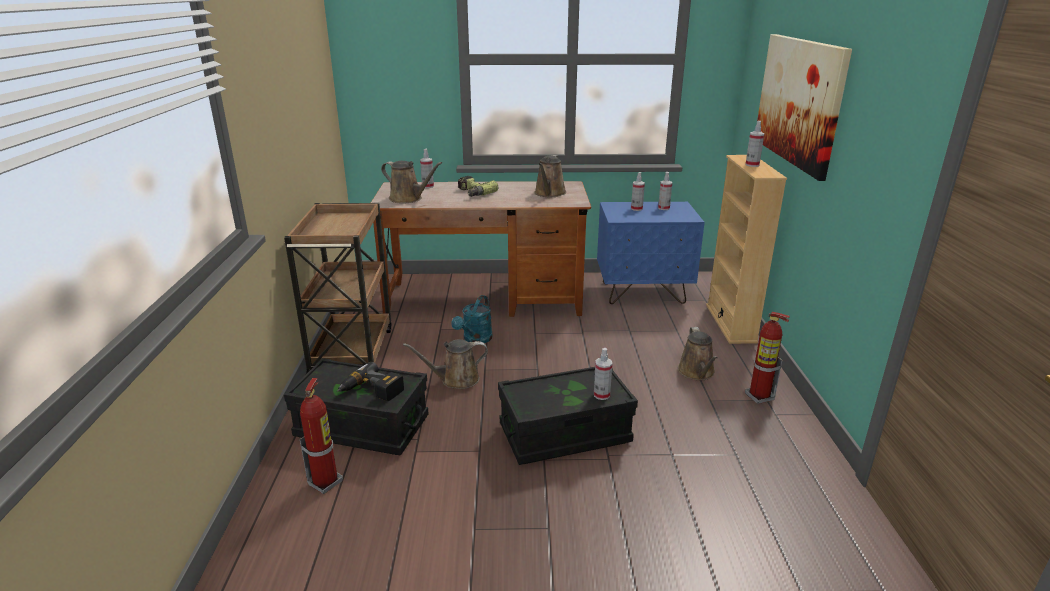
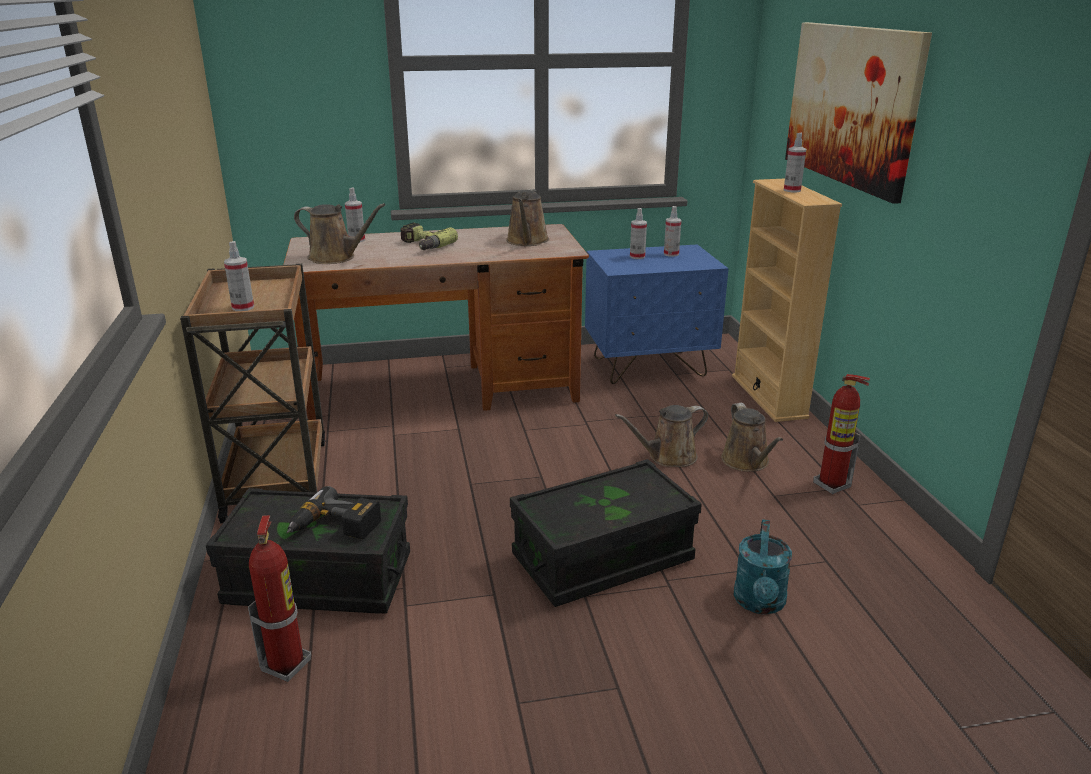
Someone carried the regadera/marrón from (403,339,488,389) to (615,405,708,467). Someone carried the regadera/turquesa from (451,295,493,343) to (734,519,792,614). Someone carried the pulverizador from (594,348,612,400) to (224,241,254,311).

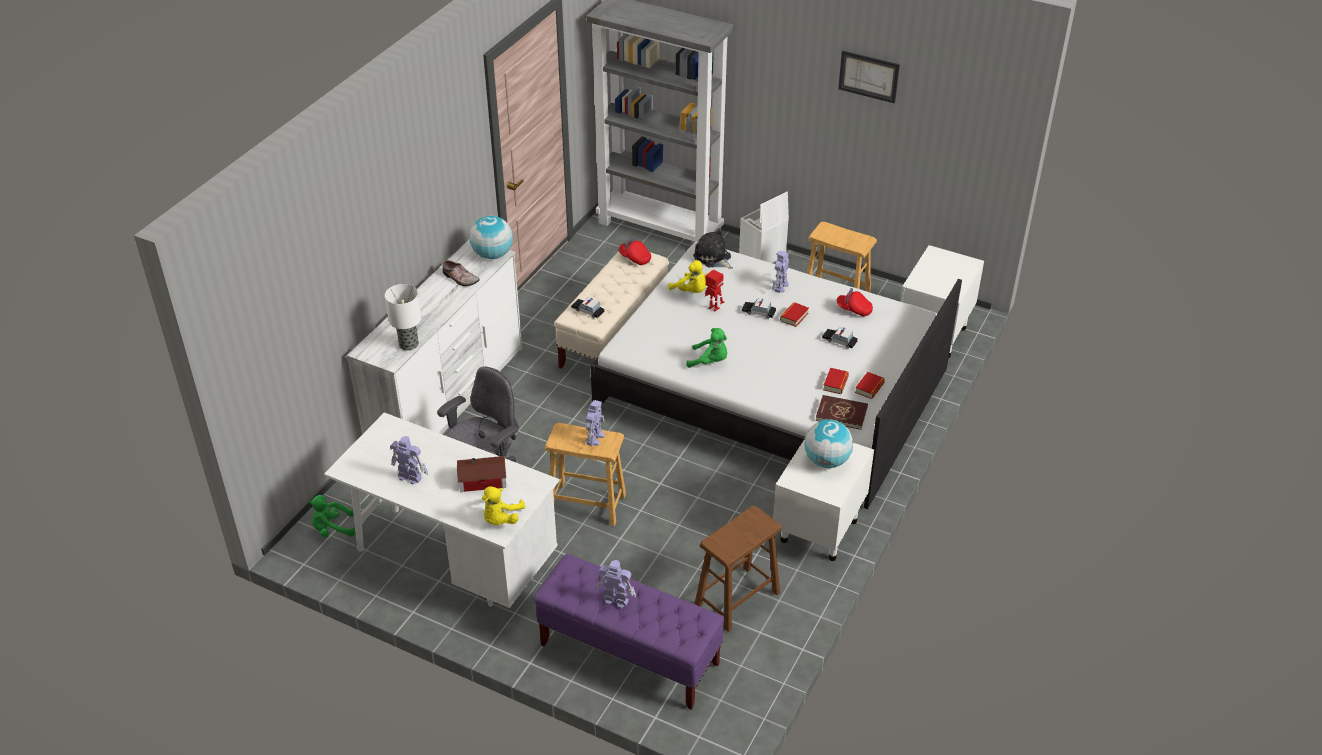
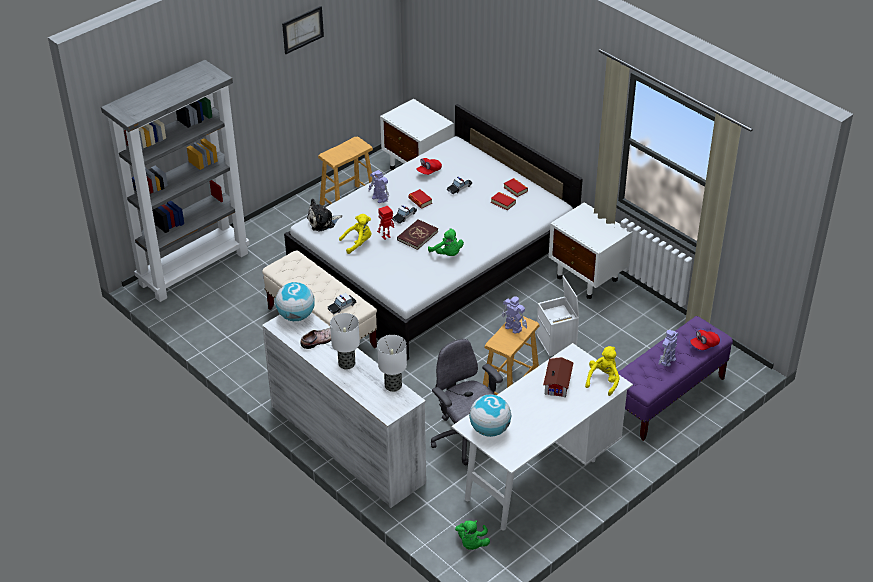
Someone took away the robot de juguete at (390,436,428,484). Someone rotated the peluche/amarillo at (482,487,525,525) by 105 degrees counterclockwise. Someone carried the gorra/rojo from (619,237,651,265) to (690,330,720,350). Someone rotated the peluche/verde at (686,328,727,368) by 105 degrees clockwise. Someone took away the taburete/marrón at (695,506,782,632). Someone carried the caja de almacenaje/blanco from (739,192,789,263) to (536,276,579,356). Someone carried the globo terráqueo from (804,419,853,468) to (469,394,511,437). Someone carried the libro/rojo from (816,395,868,430) to (397,219,438,250). Someone put down the lámpara de mesa at (330,313,360,370).

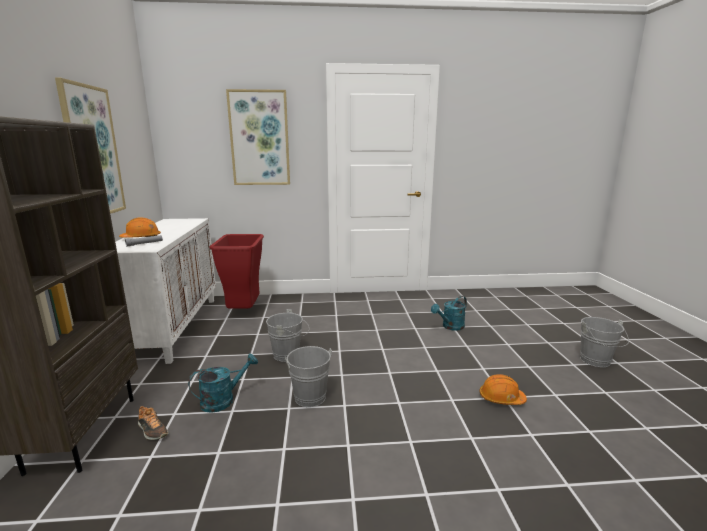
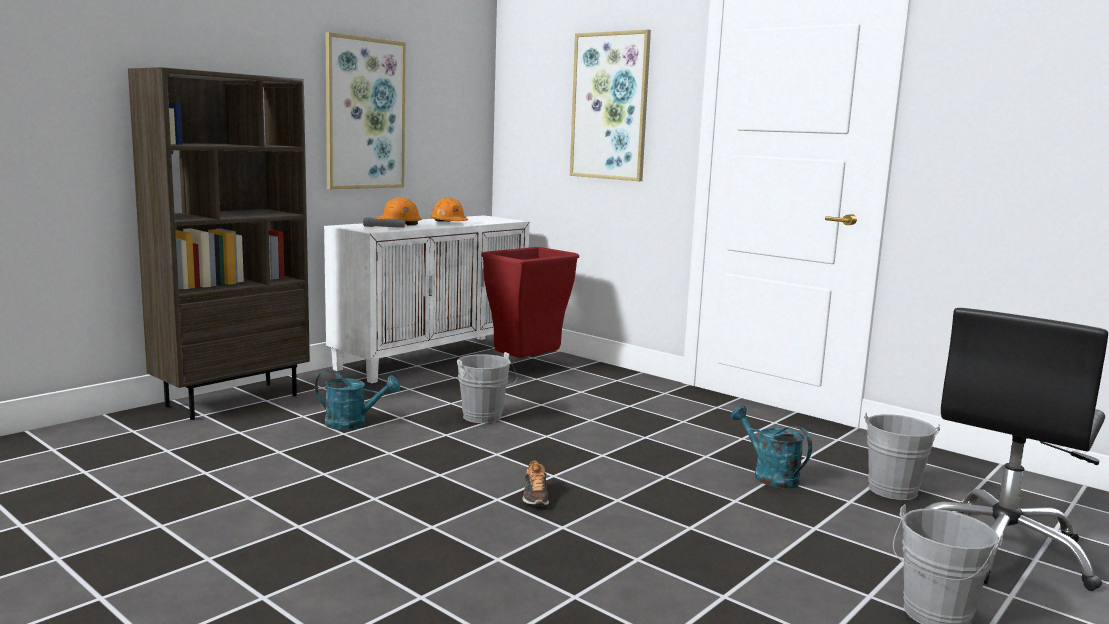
Someone carried the zapato from (138,406,168,440) to (522,460,549,506). Someone carried the cubo/gris from (285,346,332,407) to (864,412,940,500). Someone rotated the regadera/turquesa at (431,296,467,331) by 45 degrees clockwise. Someone carried the casco/naranja from (480,374,527,405) to (430,197,468,221). Someone put down the silla de oficina/negro at (924,308,1108,591).

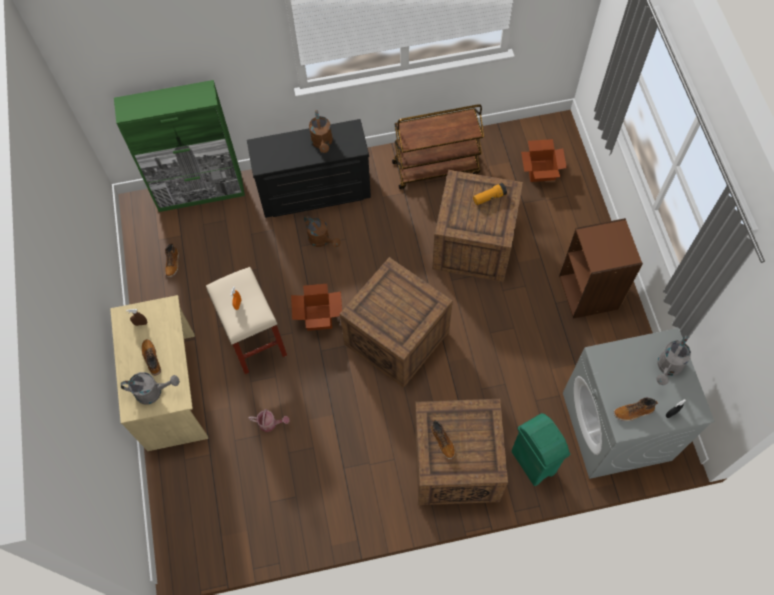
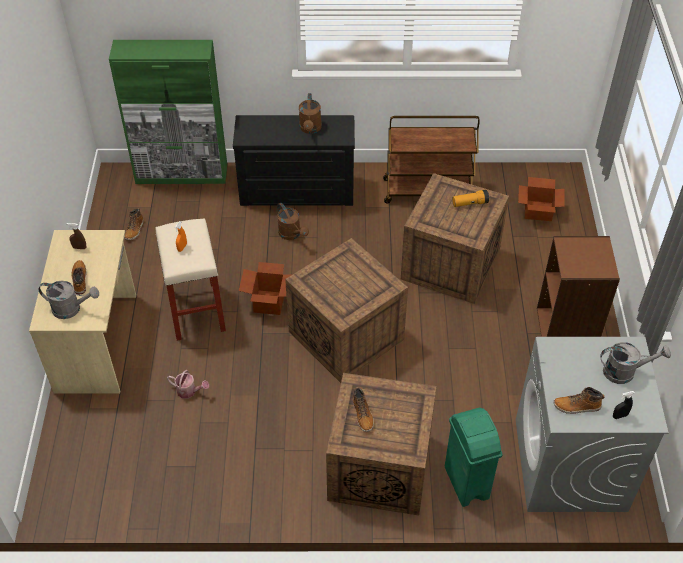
Someone rotated the regadera/gris at (657,335,691,385) by 135 degrees counterclockwise.

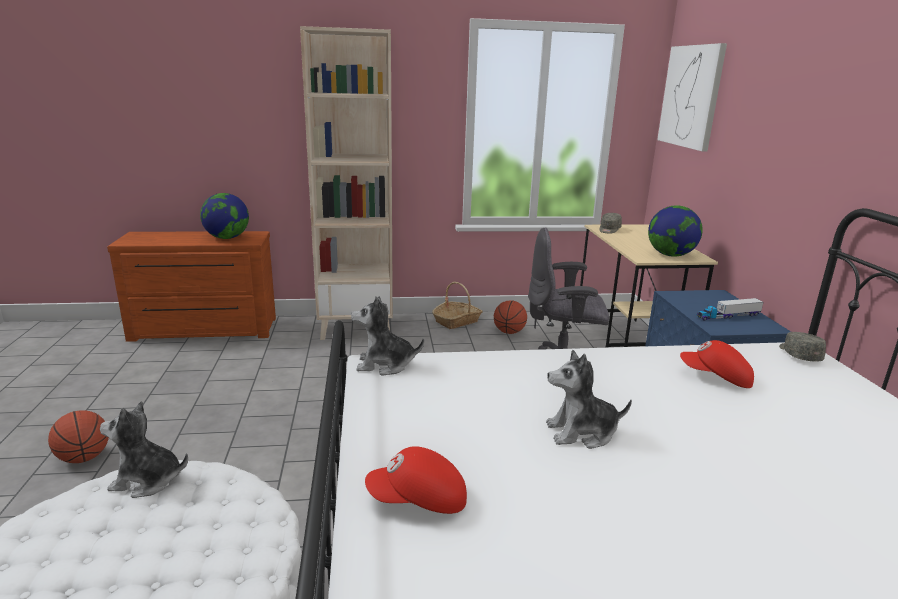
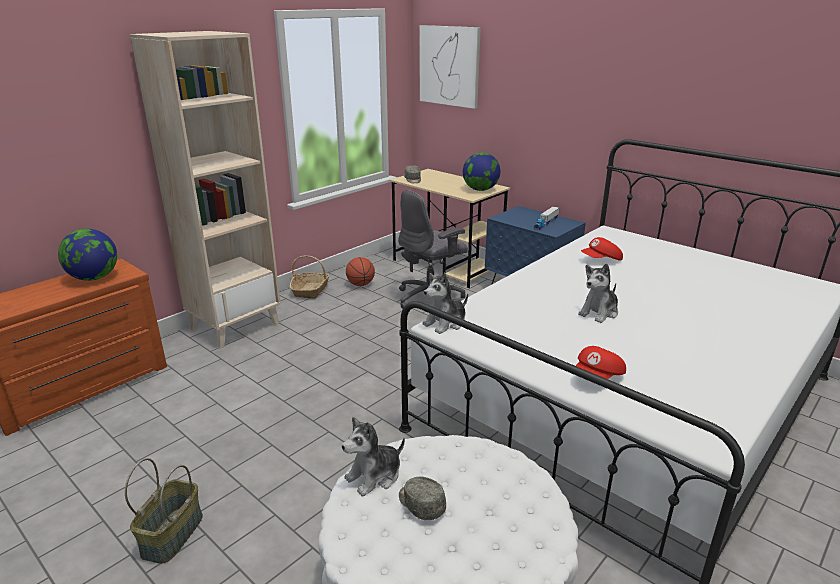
Someone swapped the balón de baloncesto at (48,410,109,463) for the cesta at (125,458,203,564). Someone carried the gorra/gris from (779,332,826,362) to (399,477,446,520).

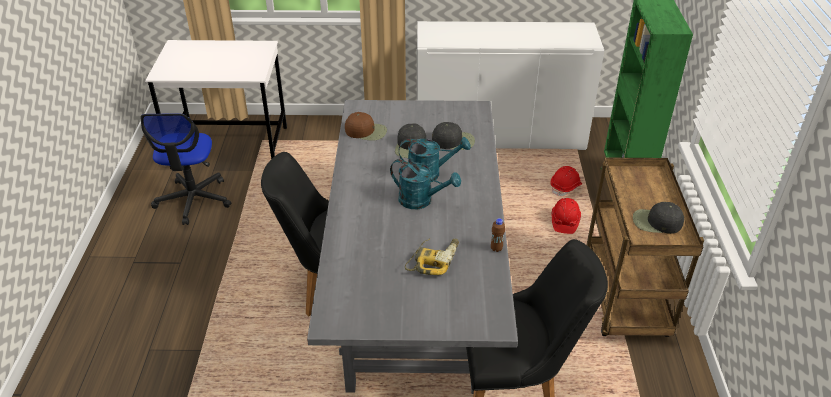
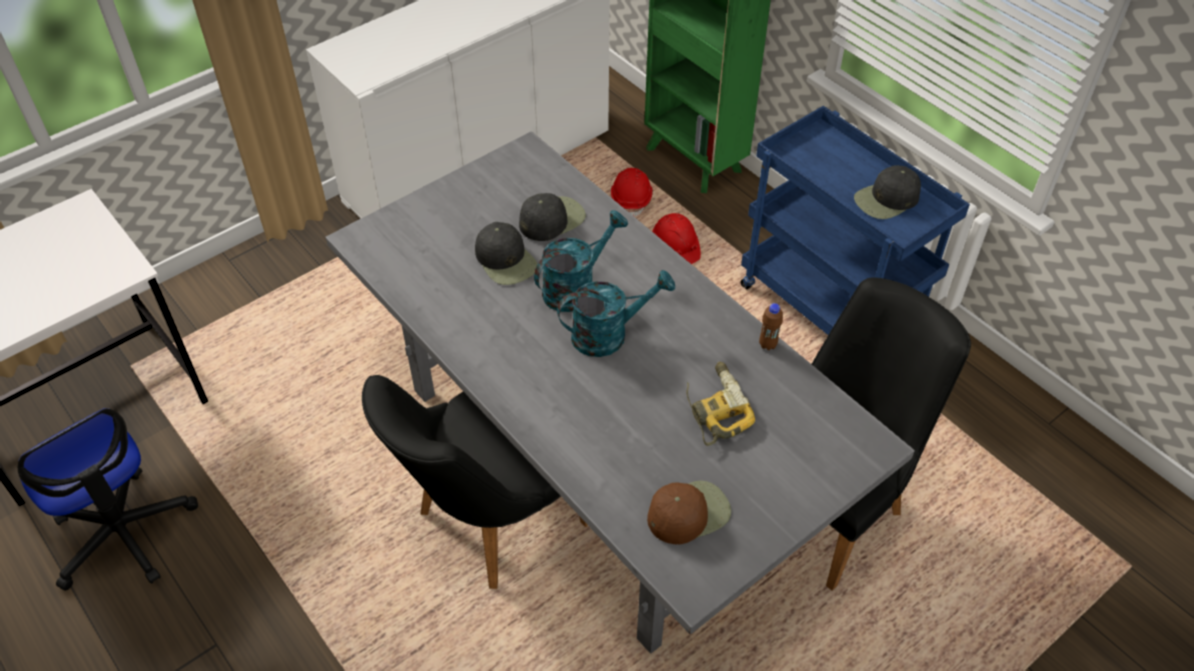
Someone carried the gorra/marrón from (345,112,387,141) to (647,481,731,545). Someone repainted the carrito/marrón at (587,157,704,337), which became the carrito/azul at (740,106,970,335).

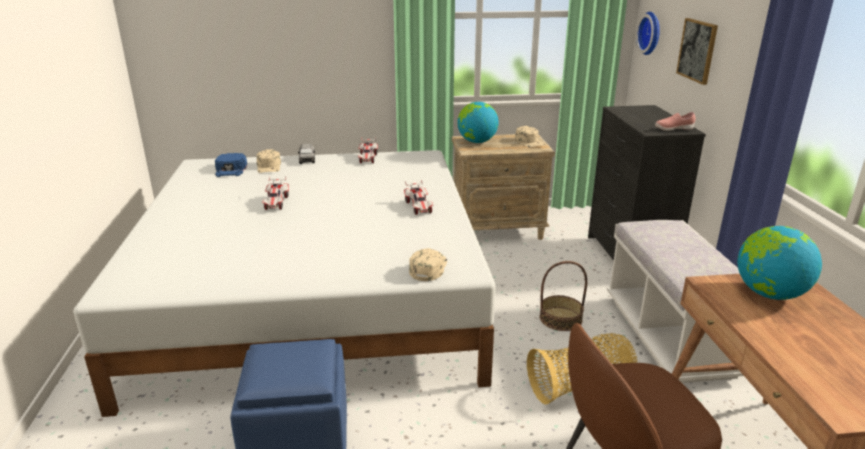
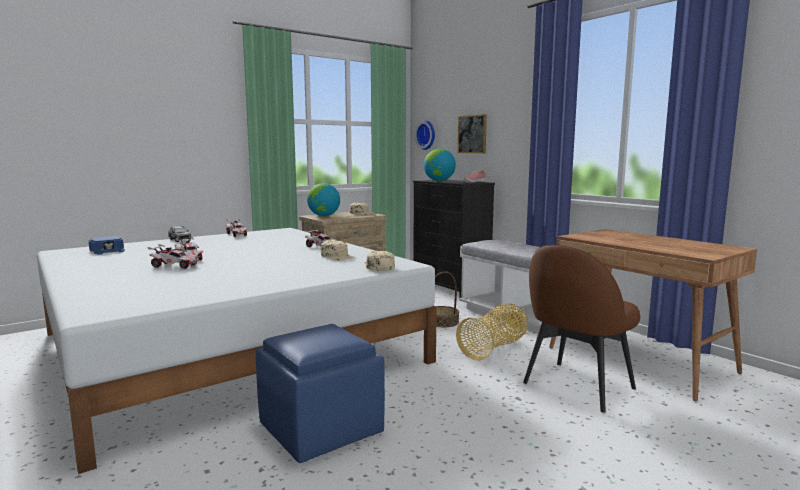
Someone carried the gorra/beis from (257,149,281,173) to (321,240,356,261). Someone carried the globo terráqueo from (737,226,822,300) to (424,149,456,181). Someone put down the coche de juguete at (147,244,199,269).

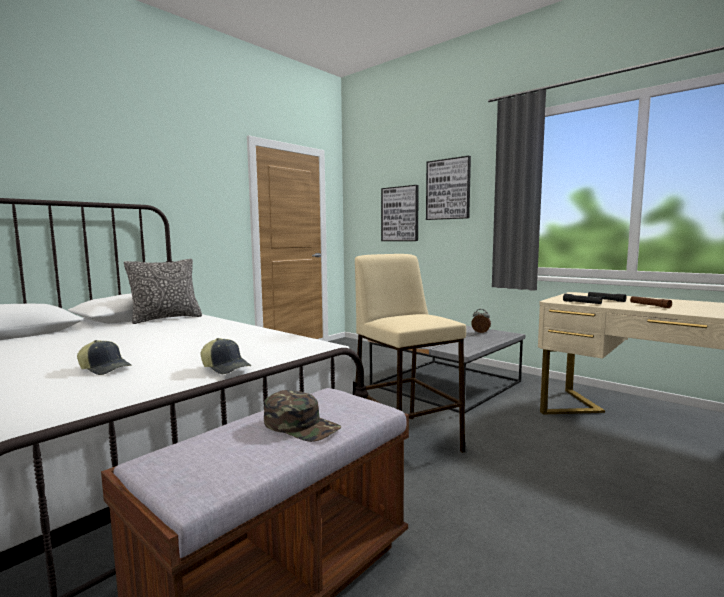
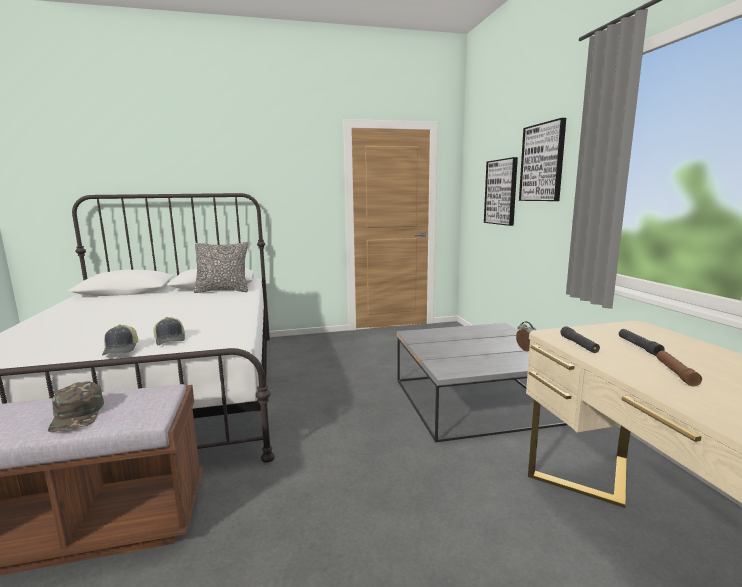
Someone carried the gorra from (77,340,132,375) to (154,317,185,345). Someone took away the taburete/beis at (355,254,466,453).

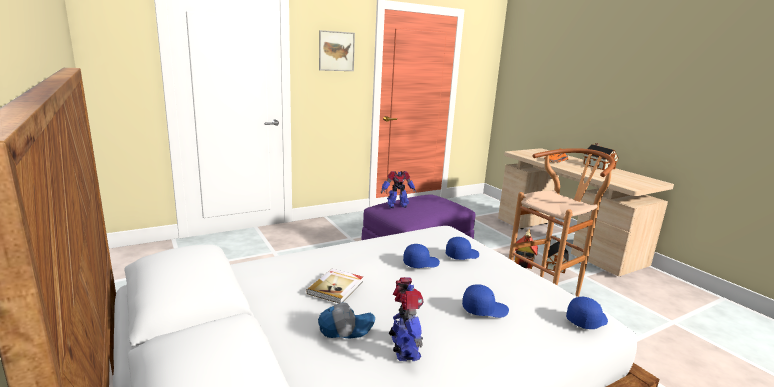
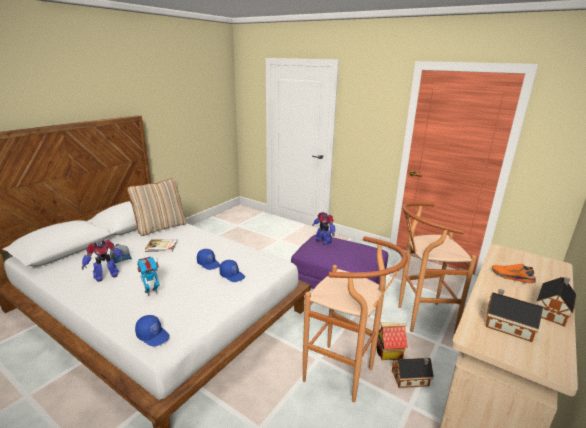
Someone took away the cuadro at (319,30,355,71). Someone swapped the gorra/azul at (462,284,509,318) for the robot de juguete at (137,256,159,296). Someone put down the cojín/beis at (127,178,187,236). Someone put down the taburete/marrón at (398,202,477,334). Someone put down the casita at (486,289,543,342).

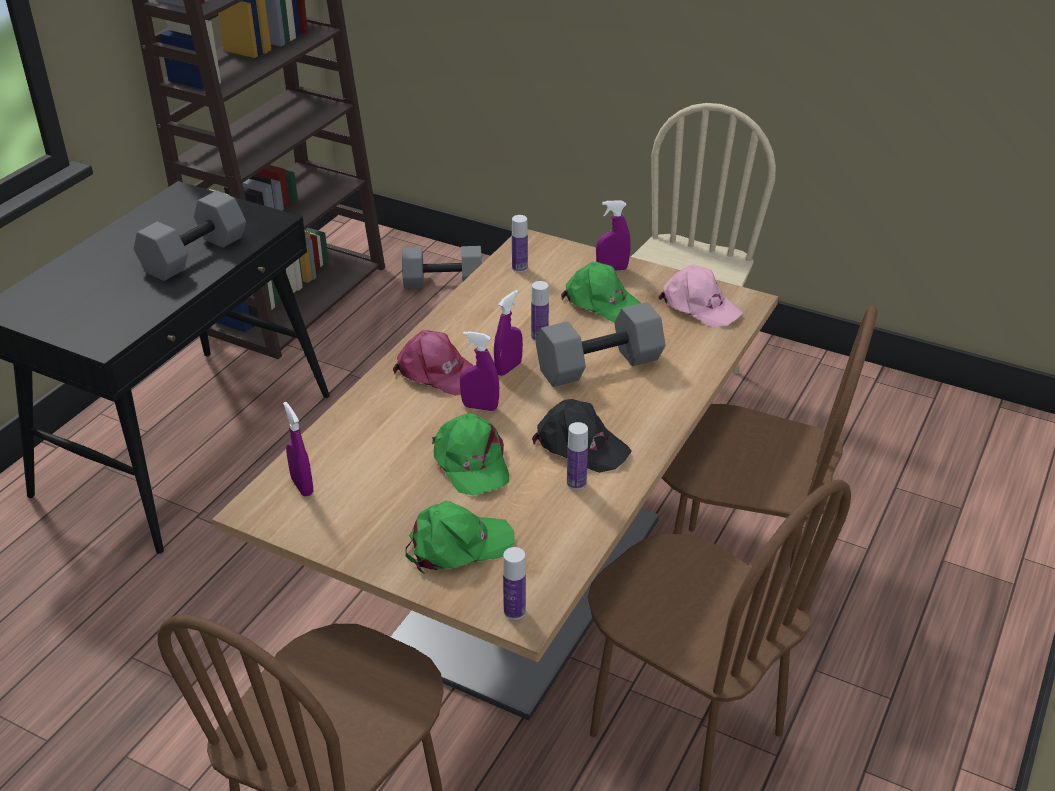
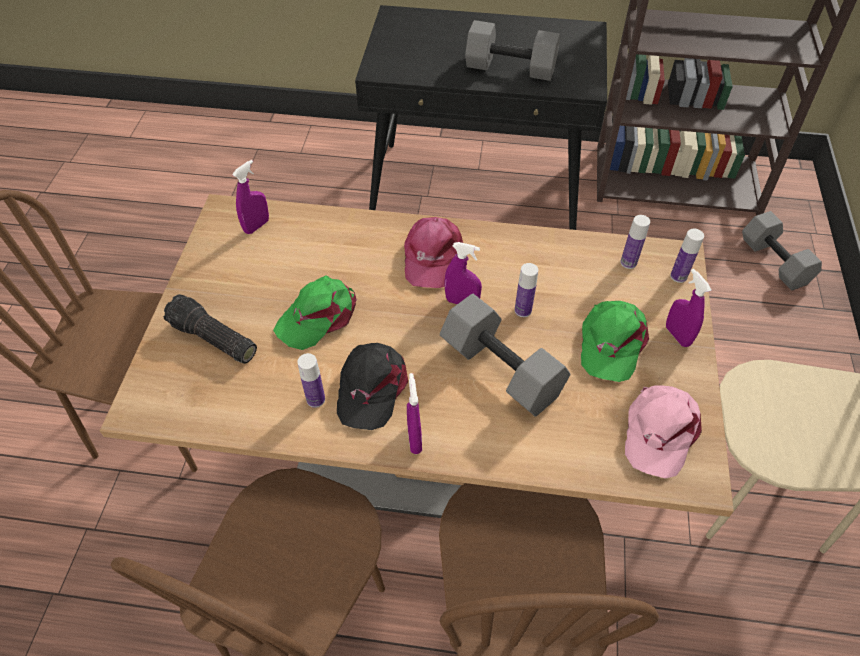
Someone swapped the gorra/verde at (405,501,515,574) for the linterna at (163,294,257,364). Someone carried the pulverizador/morado from (460,331,499,411) to (407,373,422,454). Someone carried the botella from (503,547,526,620) to (670,229,704,283).

